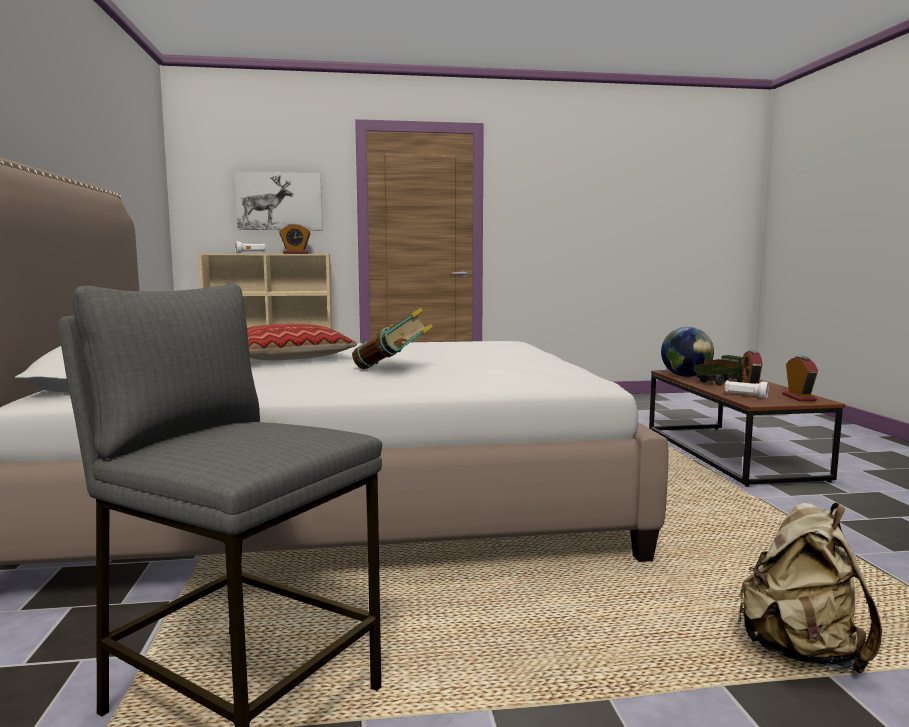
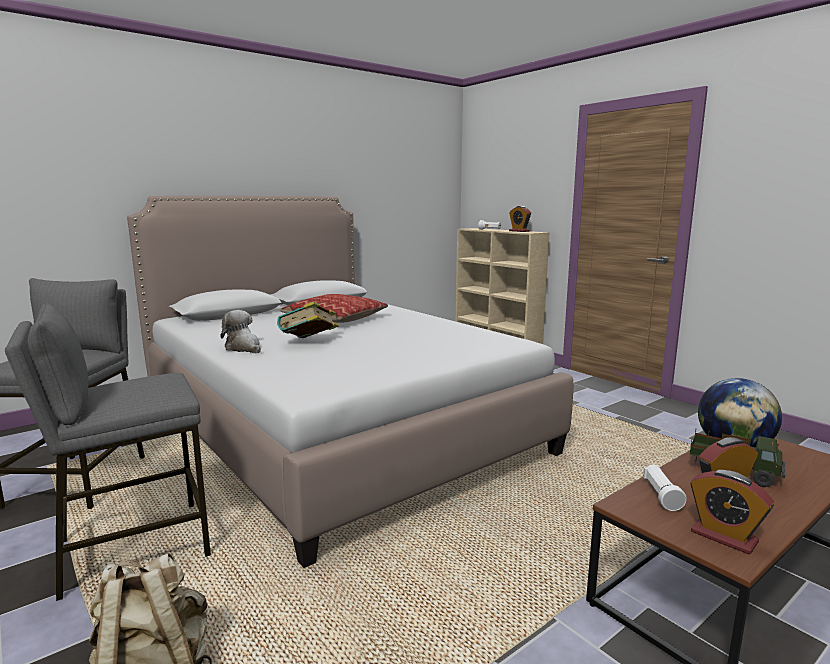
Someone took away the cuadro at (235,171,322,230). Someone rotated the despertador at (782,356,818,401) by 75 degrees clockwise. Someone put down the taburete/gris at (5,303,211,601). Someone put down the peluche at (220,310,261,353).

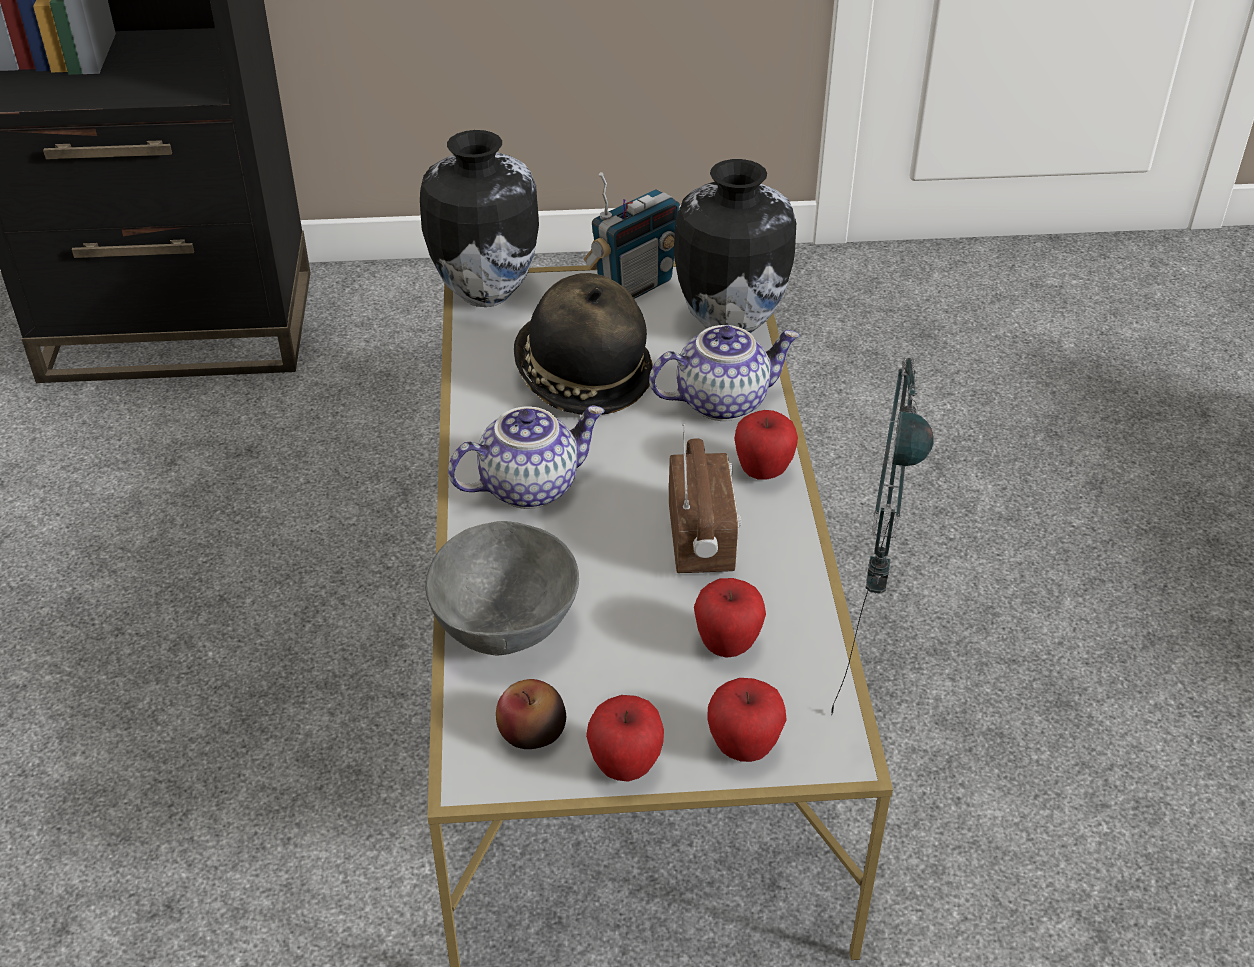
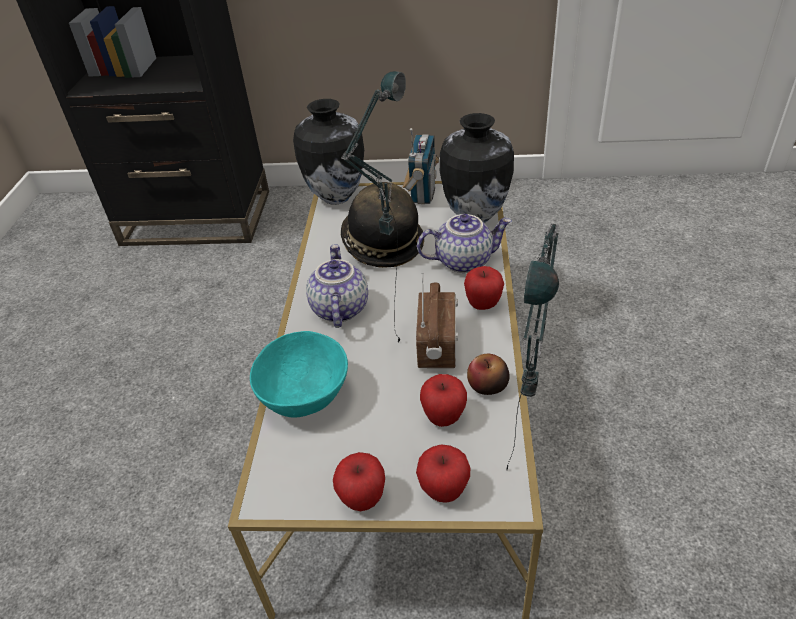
Someone repainted the cuenco/gris at (425,521,579,656), which became the cuenco/turquesa at (250,331,348,418). Someone rotated the tetera at (448,406,605,509) by 75 degrees counterclockwise. Someone carried the manzana from (496,679,566,749) to (467,354,510,395). Someone rotated the radio at (584,172,680,299) by 45 degrees counterclockwise. Someone put down the lámpara de mesa at (341,71,406,344).

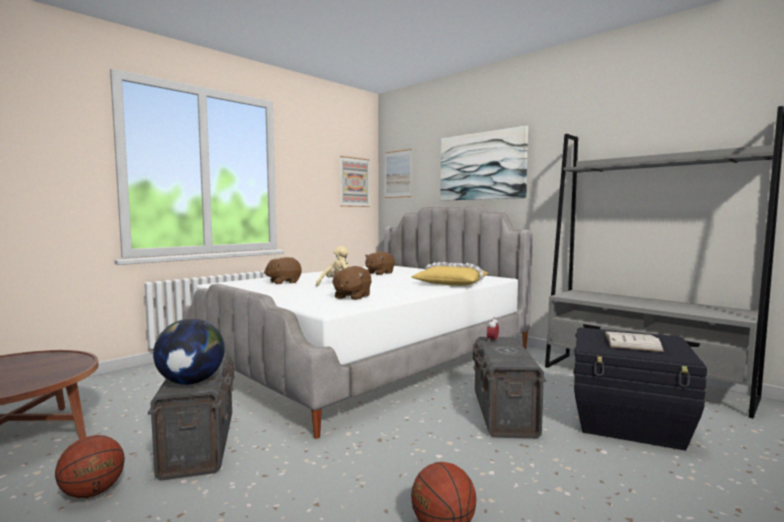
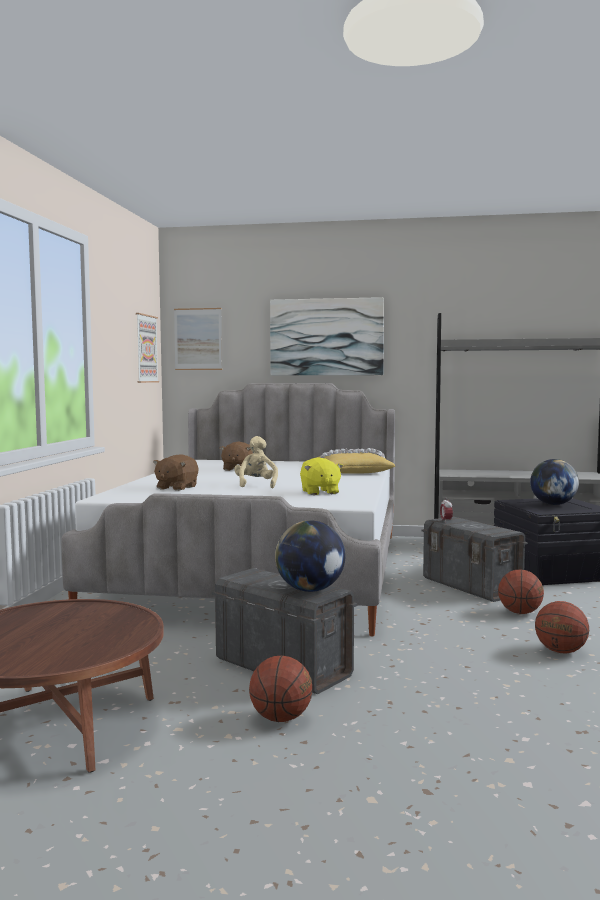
Someone repainted the peluche/marrón at (331,266,372,300), which became the peluche/amarillo at (300,457,343,495). Someone swapped the libro/blanco at (605,331,664,352) for the globo terráqueo at (530,459,579,505). Someone put down the balón de baloncesto at (498,570,544,614).

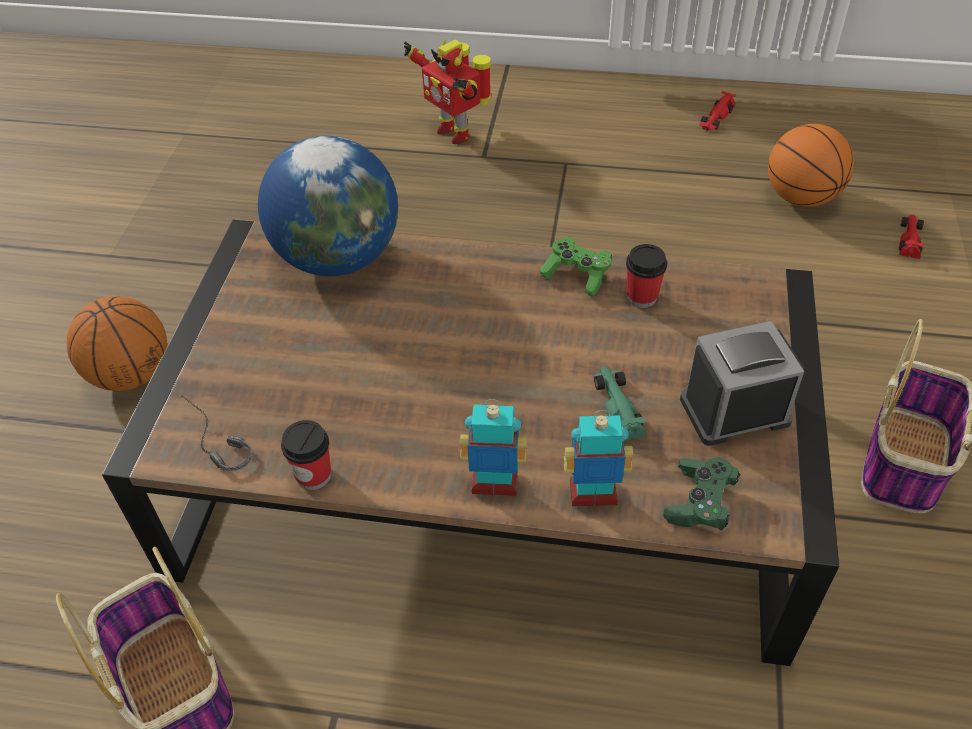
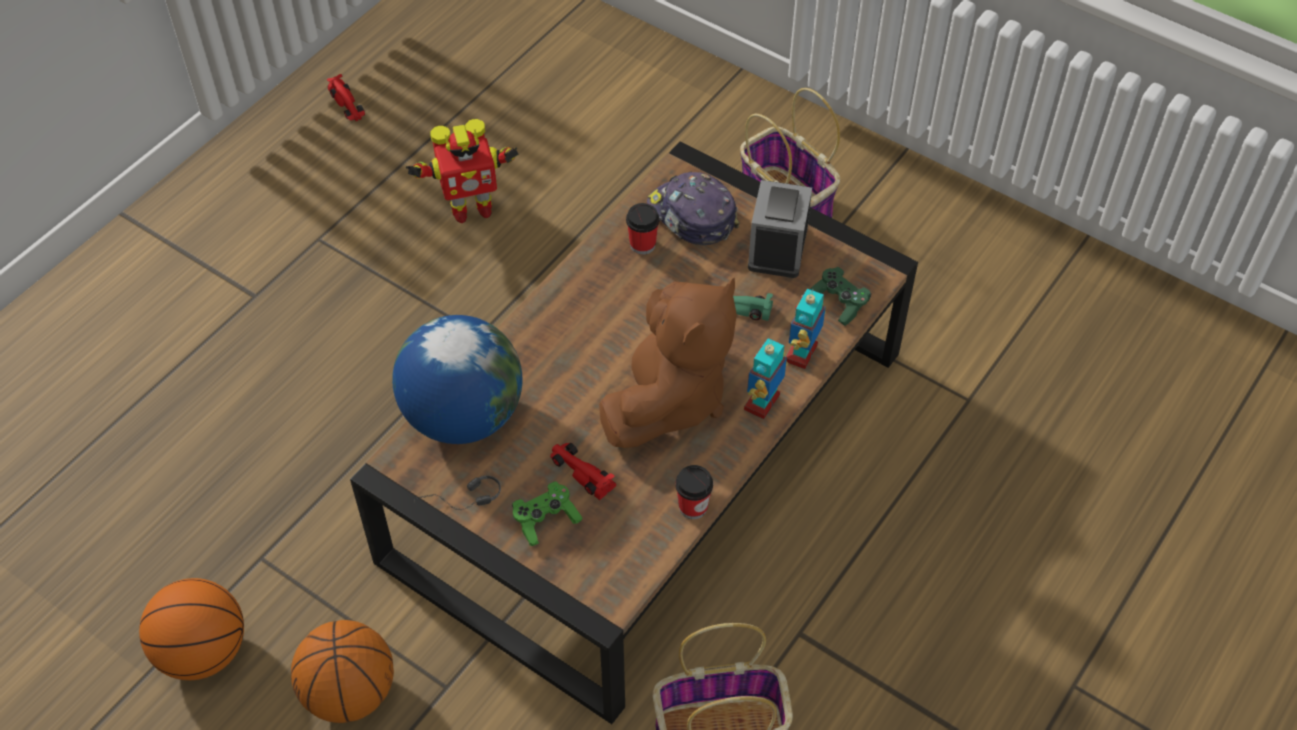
Someone carried the auriculares from (180,396,252,471) to (414,476,501,510). Someone carried the robot de juguete from (404,40,491,144) to (406,119,519,223). Someone carried the mando de consola/verde from (539,237,612,297) to (512,481,582,546). Someone carried the balón de baloncesto from (768,124,854,207) to (139,578,244,680). Someone carried the coche de juguete/rojo from (899,215,924,259) to (550,443,616,500). Someone put down the peluche/marrón at (599,278,737,448). Someone put down the gorra at (647,171,740,245).

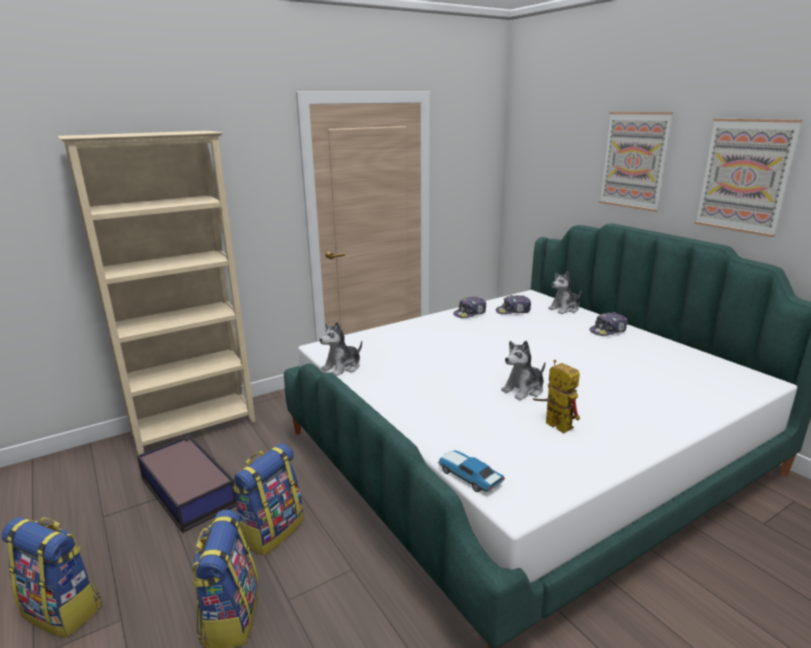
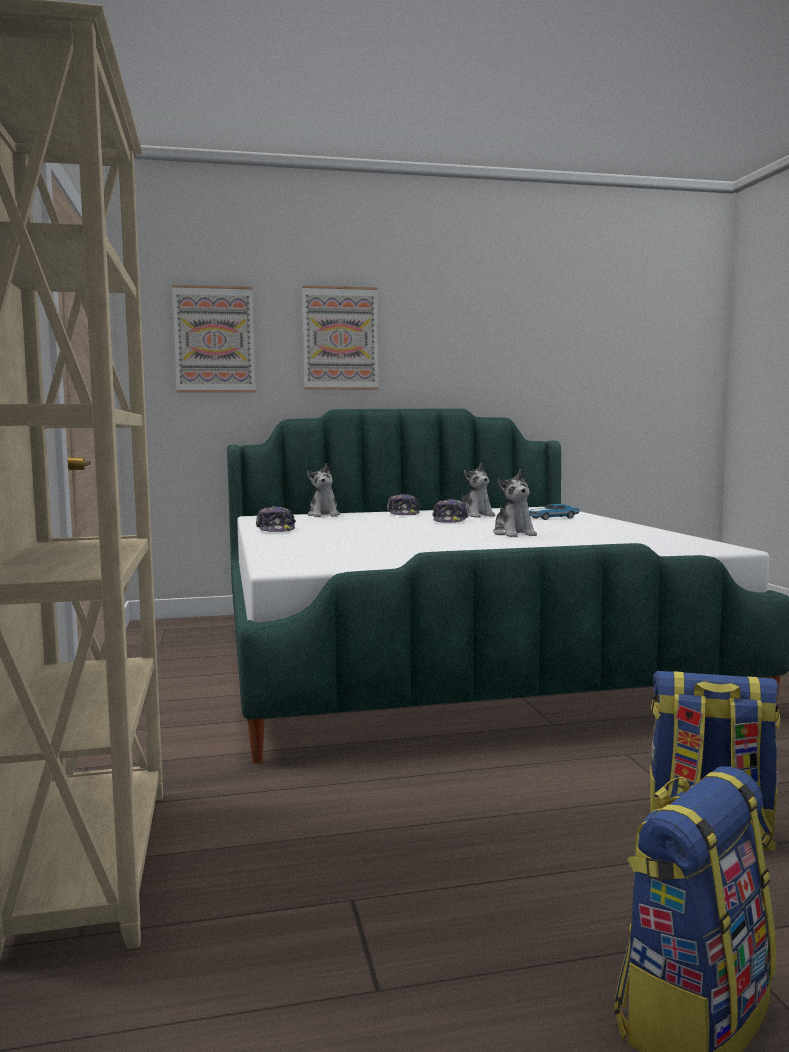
Someone took away the caja de almacenaje at (137,435,237,533). Someone took away the mochila at (233,443,304,556). Someone carried the peluche from (320,322,362,376) to (461,463,496,518). Someone carried the coche de juguete from (438,450,505,492) to (529,504,580,520). Someone carried the gorra from (495,295,531,314) to (432,499,469,523). Someone took away the robot de juguete at (533,360,580,433). Someone carried the cuadro from (695,119,802,237) to (172,285,256,392).

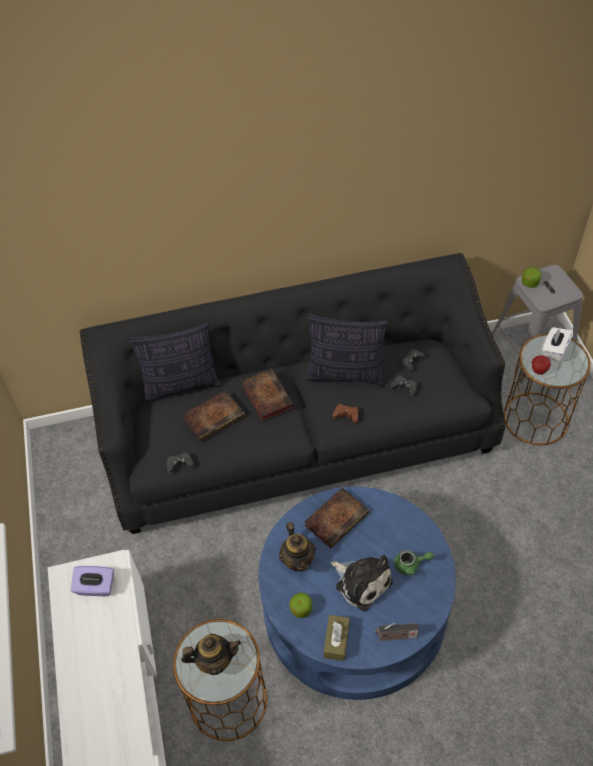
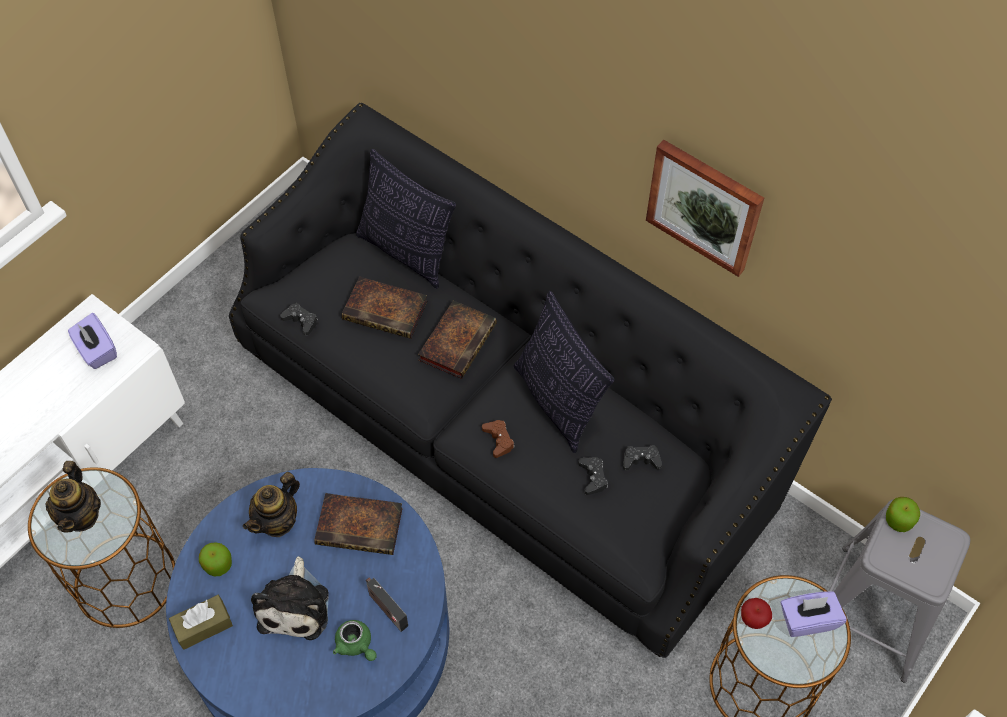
Someone rotated the tetera at (181,634,241,675) by 45 degrees clockwise. Someone carried the radio from (375,623,419,641) to (366,577,408,632). Someone repainted the caja de pañuelos/blanco at (542,327,573,362), which became the caja de pañuelos/morado at (781,591,847,637). Someone put up the cuadro at (646,140,764,277).

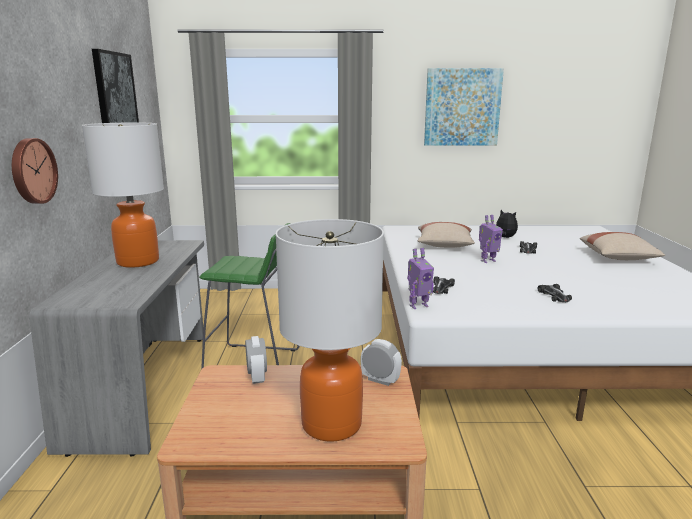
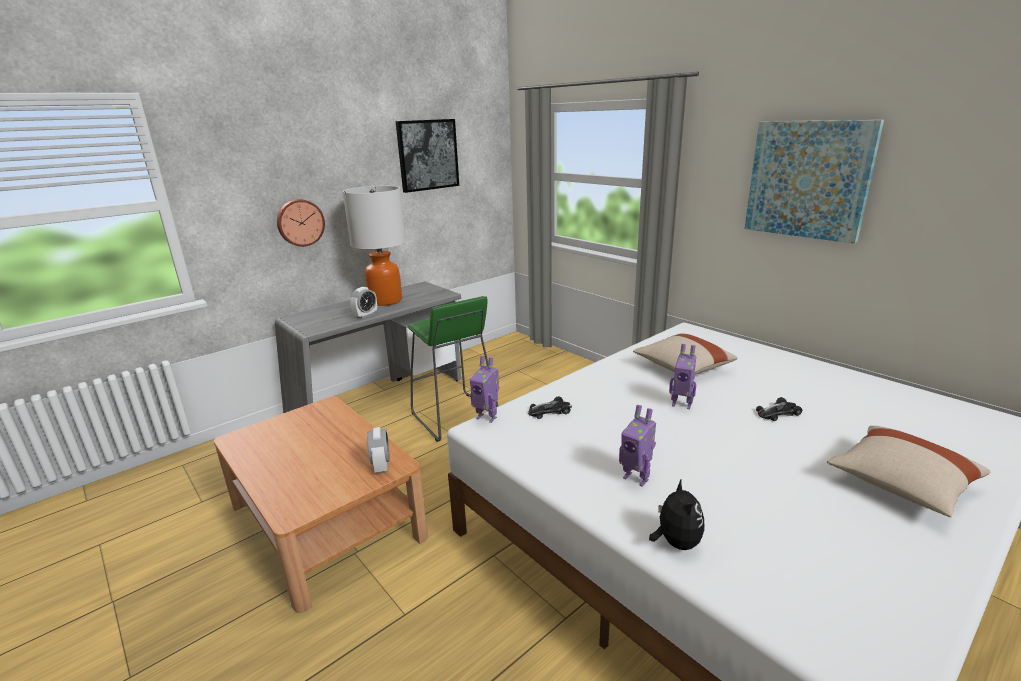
Someone carried the despertador from (245,336,267,384) to (350,287,377,319). Someone took away the lámpara de mesa at (275,219,384,442). Someone carried the peluche from (496,210,518,238) to (649,480,705,550). Someone swapped the coche de juguete at (538,284,572,302) for the robot de juguete at (619,405,656,486).

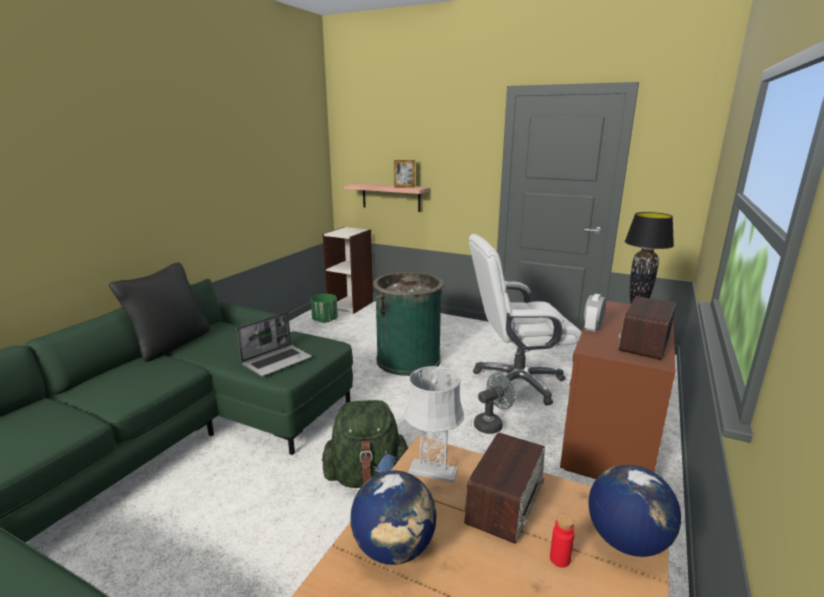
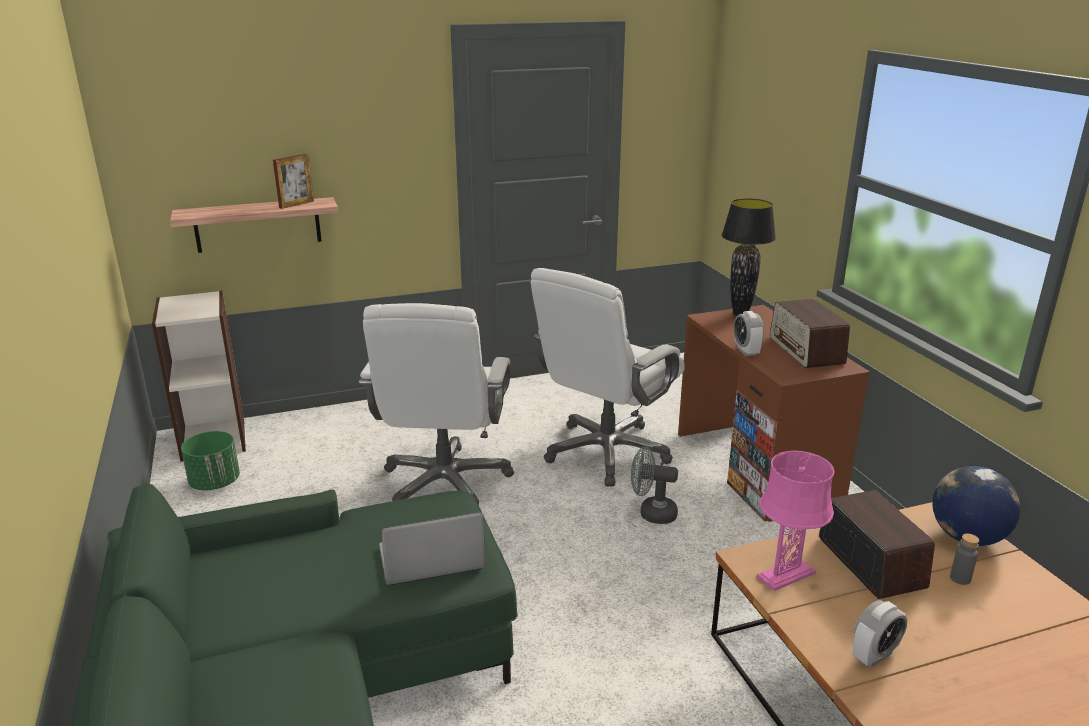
Someone took away the cojín/negro at (109,262,210,362). Someone rotated the portátil at (237,312,312,376) by 105 degrees counterclockwise. Someone took away the mochila/verde at (322,400,408,488). Someone swapped the globo terráqueo at (351,470,436,565) for the despertador at (852,600,907,667). Someone swapped the papelera/verde at (373,272,444,376) for the silla de oficina/blanco at (359,303,514,510). Someone repainted the lámpara de mesa/gris at (404,366,464,483), which became the lámpara de mesa/rosa at (757,451,834,591). Someone rotated the ventilador/gris at (474,373,515,434) by 90 degrees counterclockwise. Someone repainted the botella/rojo at (550,513,574,568), which became the botella/gris at (950,534,979,585).

